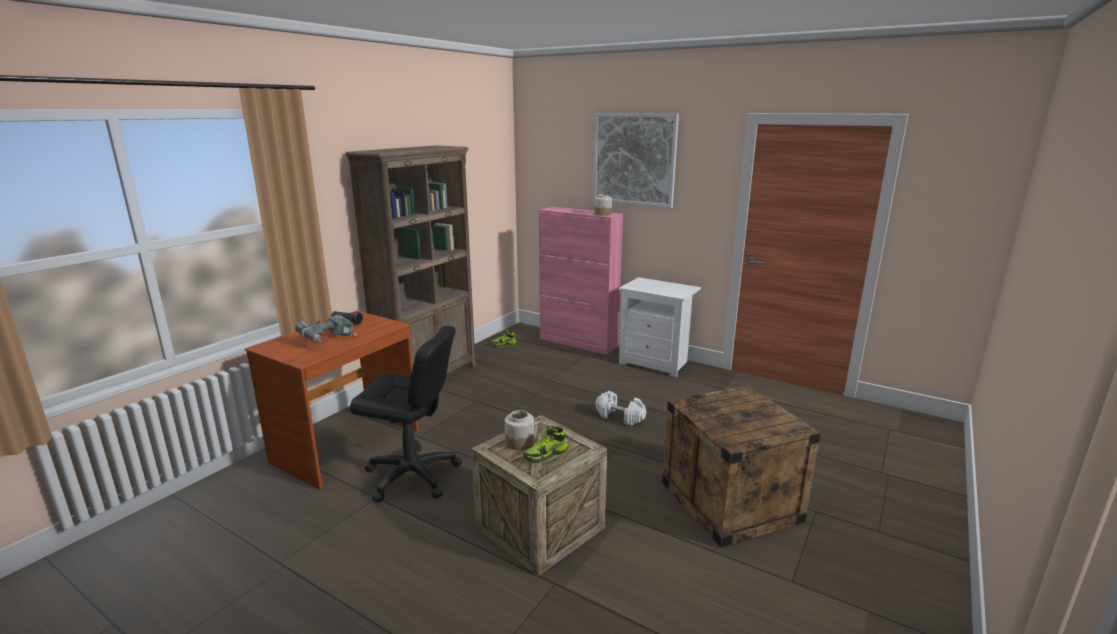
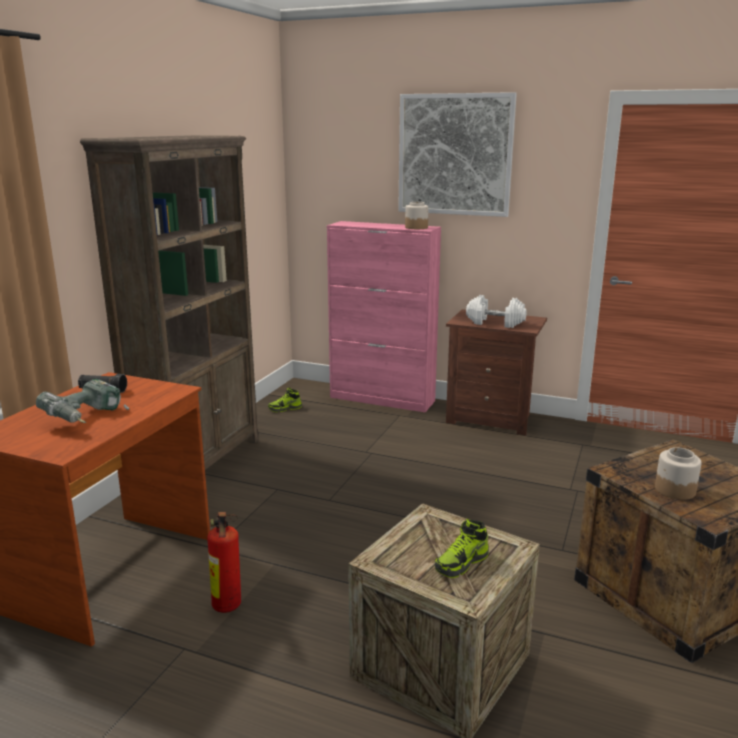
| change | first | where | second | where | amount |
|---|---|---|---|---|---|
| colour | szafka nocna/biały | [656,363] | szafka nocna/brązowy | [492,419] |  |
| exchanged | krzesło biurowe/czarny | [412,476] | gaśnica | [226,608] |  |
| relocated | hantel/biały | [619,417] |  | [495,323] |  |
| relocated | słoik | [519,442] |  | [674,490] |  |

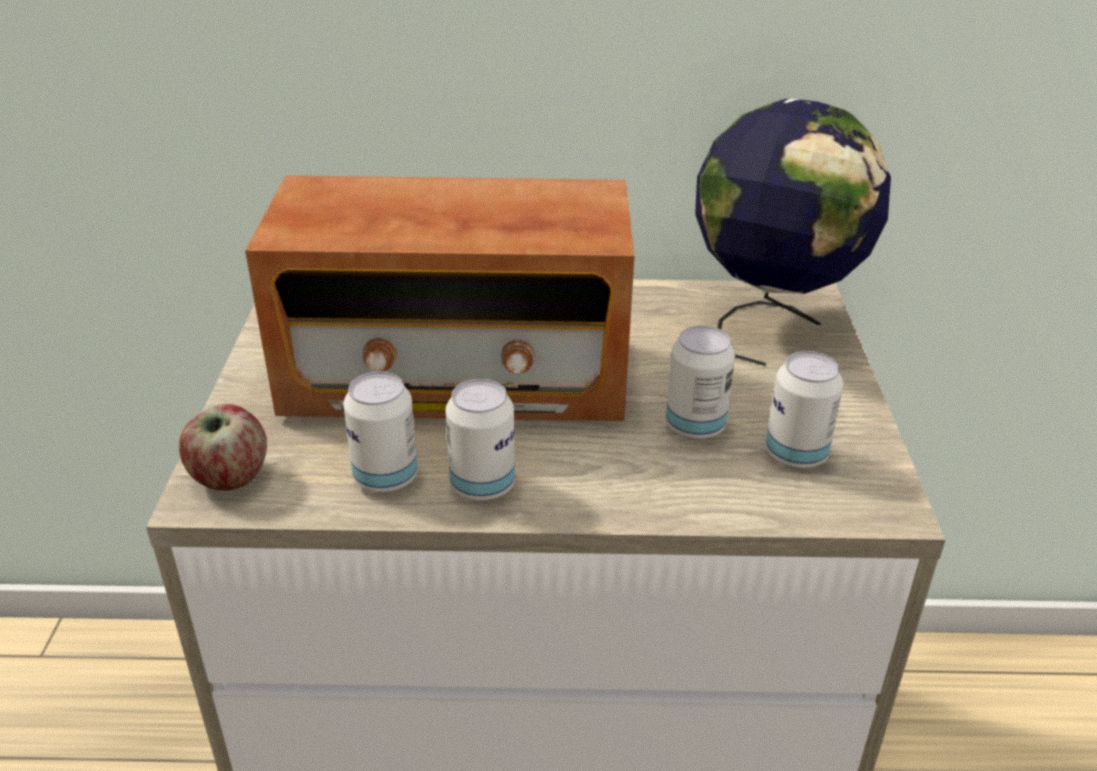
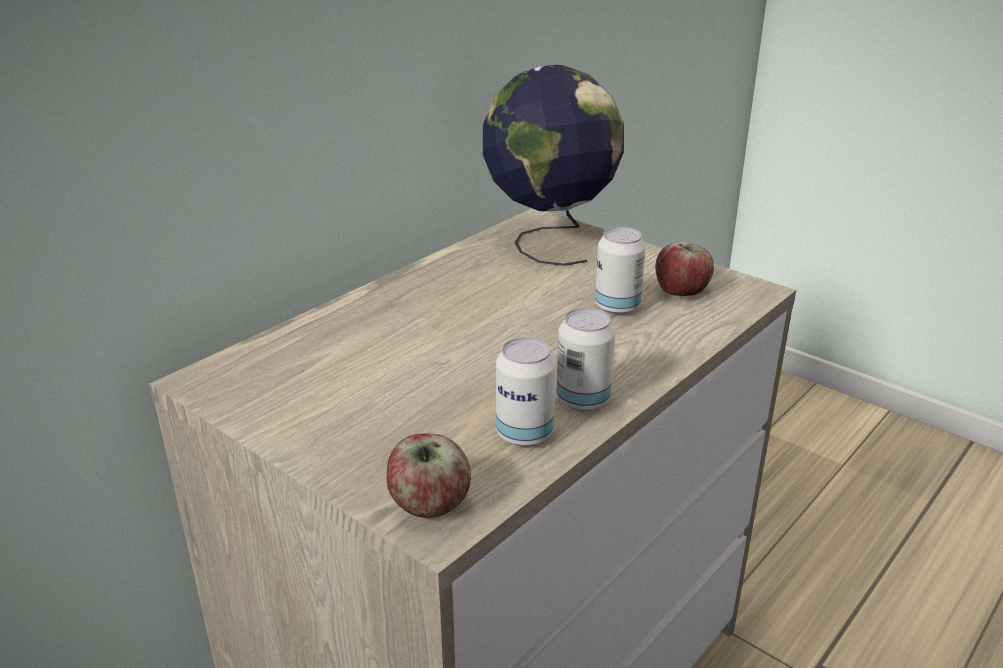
| change | first | where | second | where | amount |
|---|---|---|---|---|---|
| missing | radio | [456,380] |  |  |  |
| exchanged | puszka | [795,455] | jabłko | [682,292] |  |

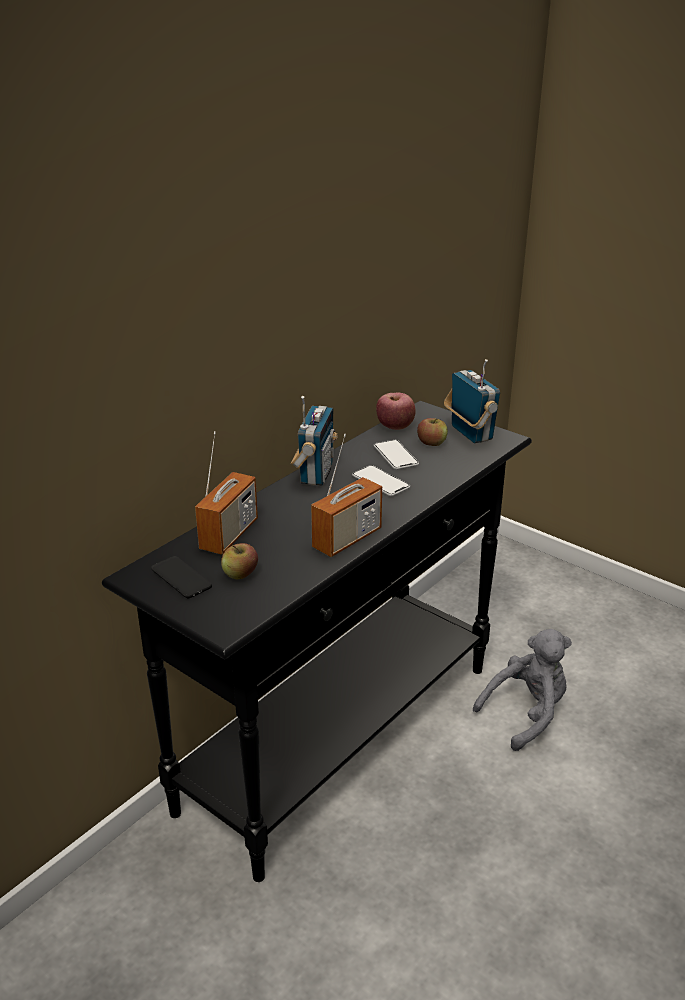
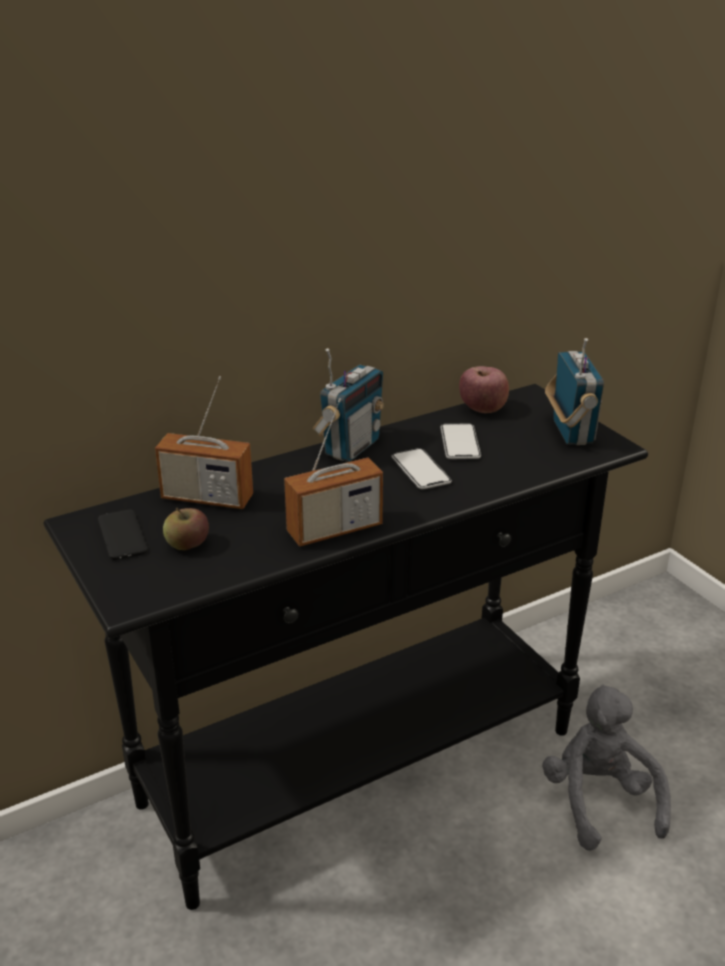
| change | first | where | second | where | amount |
|---|---|---|---|---|---|
| missing | jabłko | [431,442] |  |  |  |
| spun | radio | [229,535] |  | [207,498] | 60 degrees clockwise |
| spun | pluszak/szary | [526,713] |  | [599,800] | 90 degrees counterclockwise |

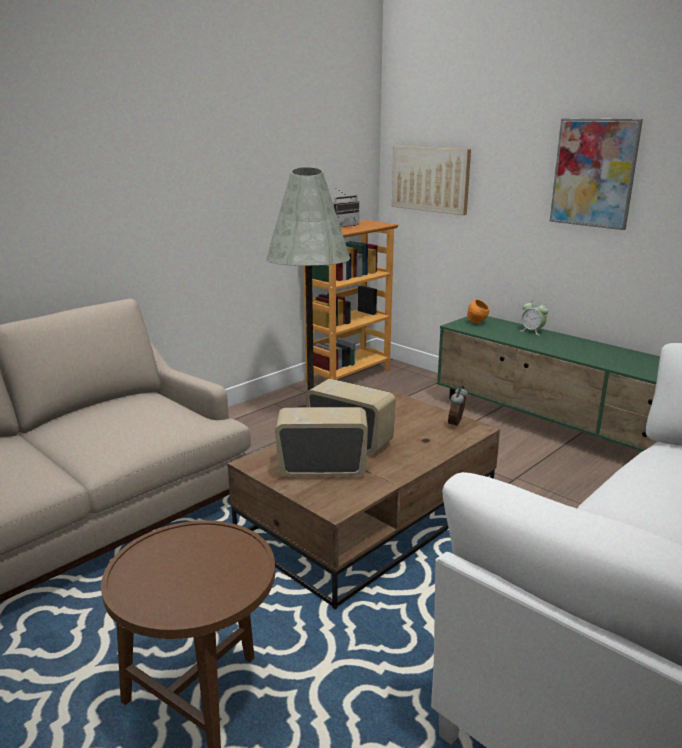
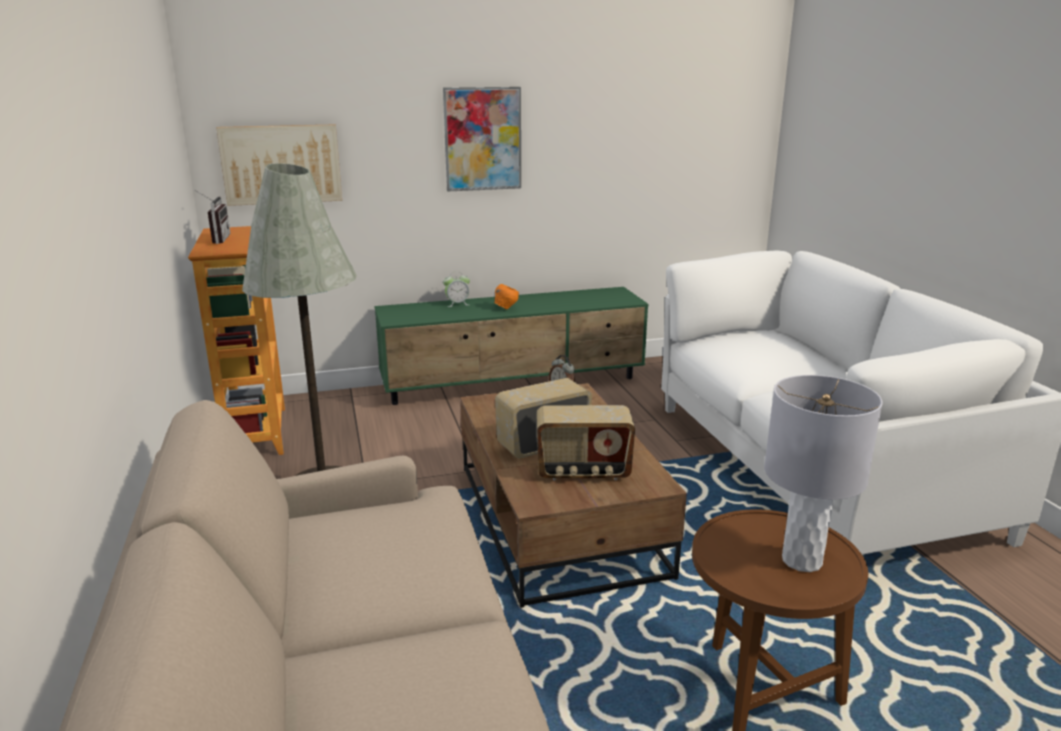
| change | first | where | second | where | amount |
|---|---|---|---|---|---|
| relocated | miska/pomarańczowy | [477,323] |  | [506,308] |  |
| spun | radio | [322,468] |  | [583,472] | 120 degrees counterclockwise |
| appeared |  |  | lampa stołowa/szary | [802,560] |  |

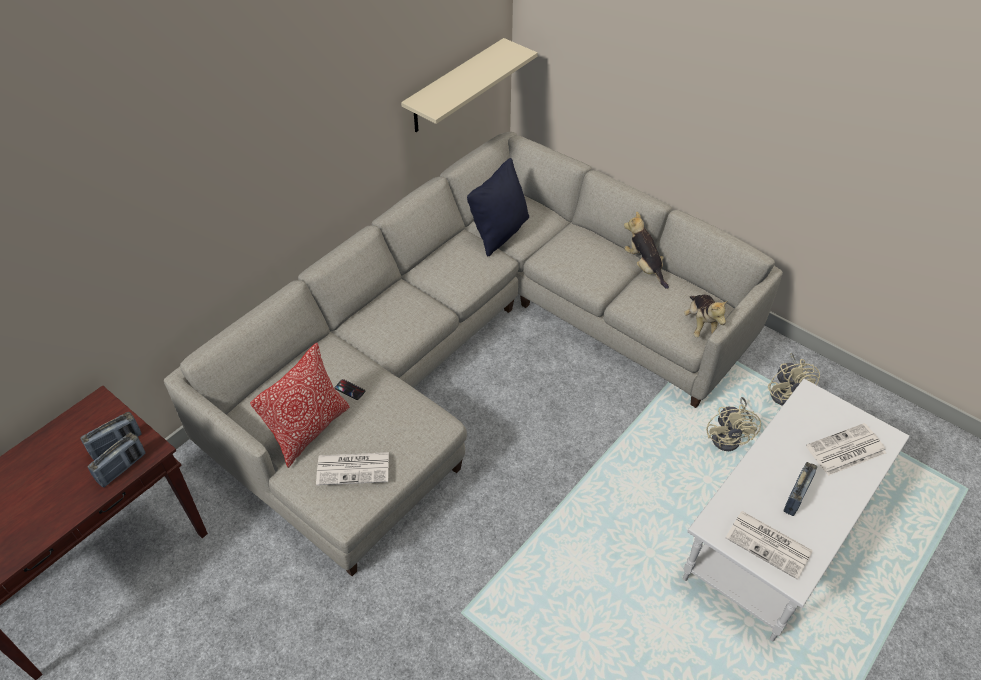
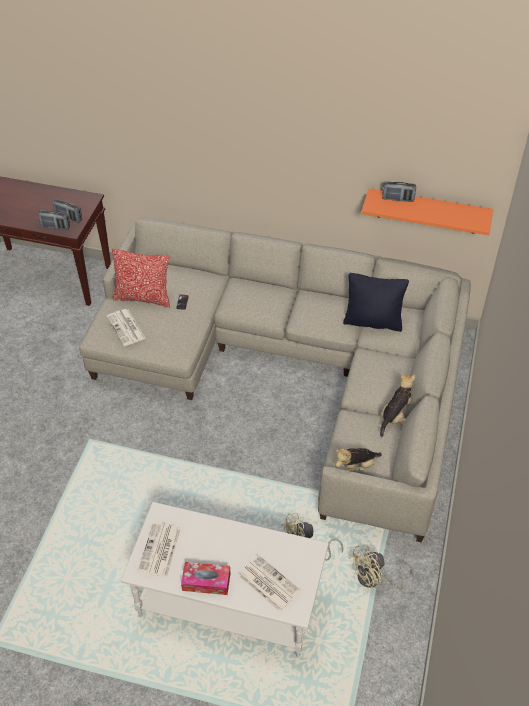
| change | first | where | second | where | amount |
|---|---|---|---|---|---|
| colour | półka/beżowy | [455,86] | półka/pomarańczowy | [427,211] |  |
| relocated | radio | [796,496] |  | [398,199] |  |
| appeared |  |  | pudełko chusteczek | [206,582] |  |

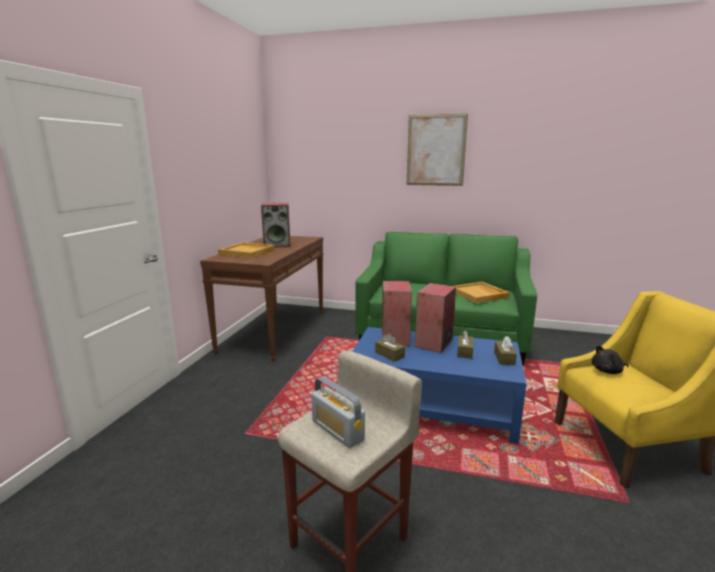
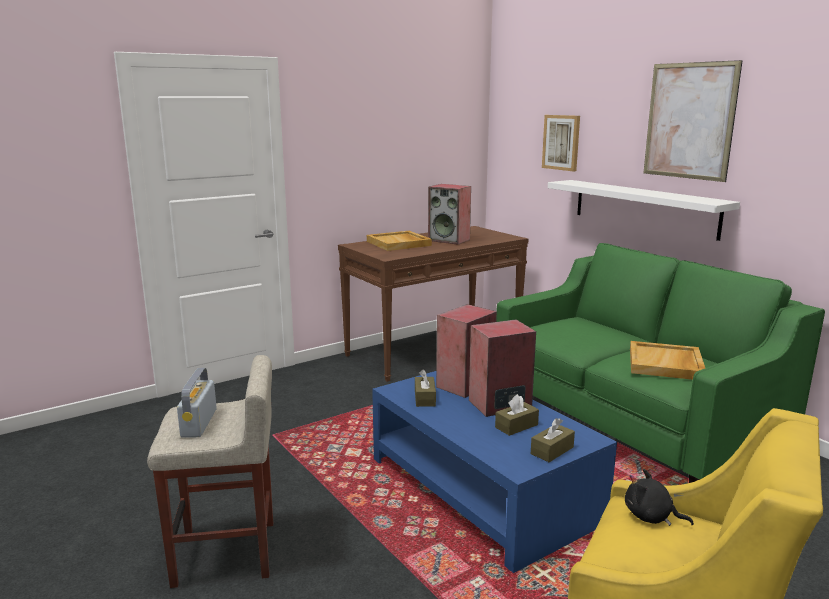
| change | first | where | second | where | amount |
|---|---|---|---|---|---|
| appeared |  |  | obraz | [561,142] |  |
| appeared |  |  | półka/biały | [643,208] |  |

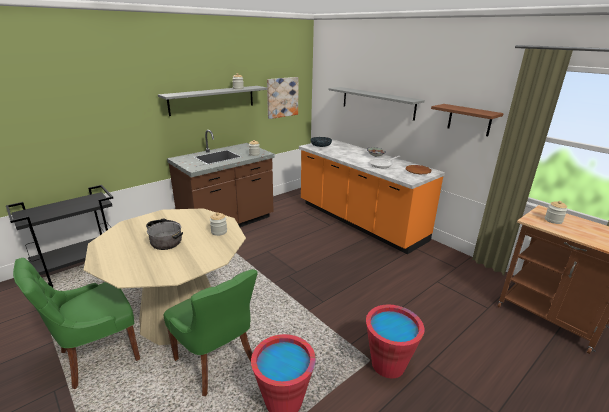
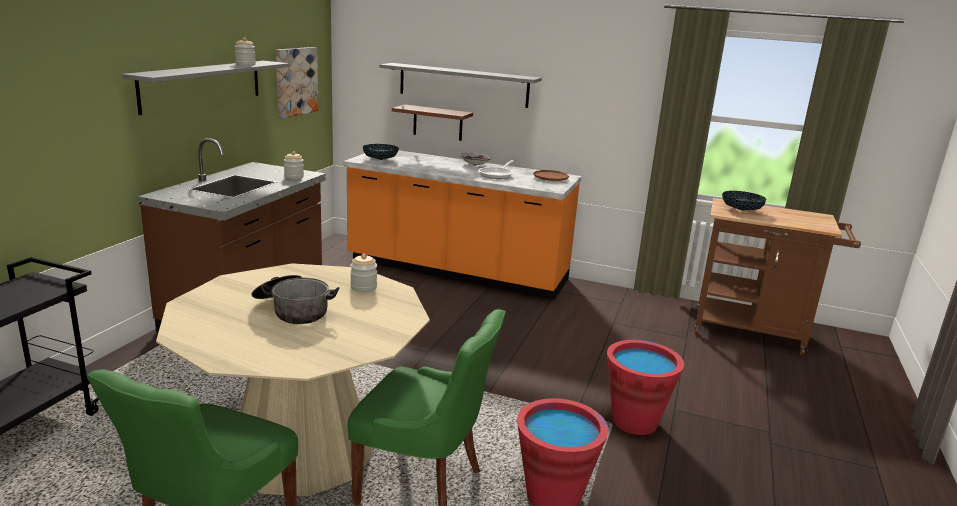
| change | first | where | second | where | amount |
|---|---|---|---|---|---|
| relocated | półka/brązowy | [469,120] |  | [438,123] |  |
| exchanged | słoik | [553,220] | miska | [741,210] |  |

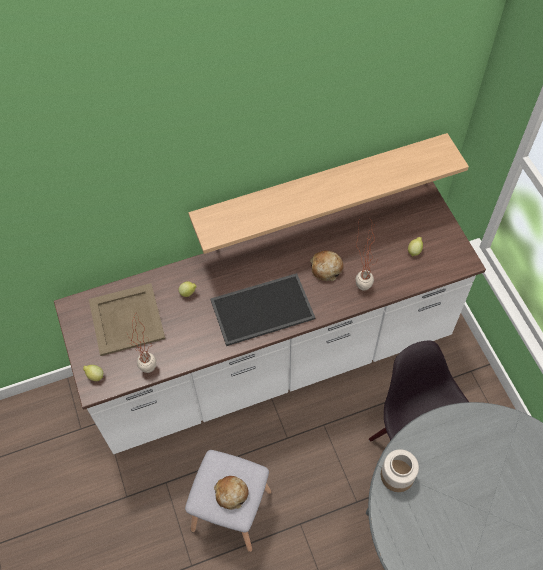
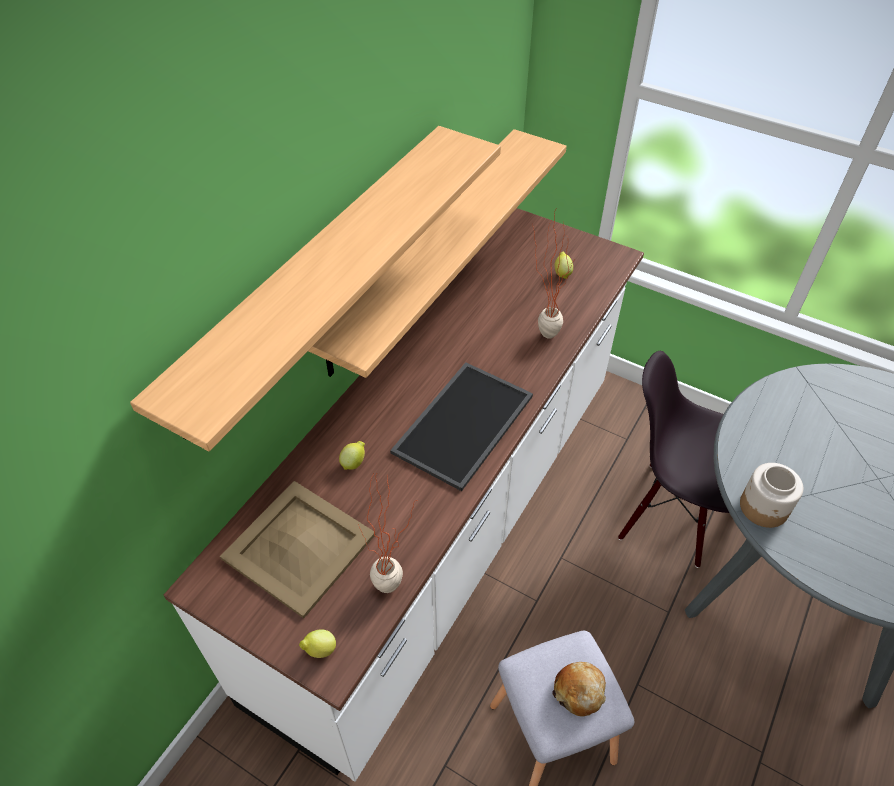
| change | first | where | second | where | amount |
|---|---|---|---|---|---|
| missing | chleb | [326,268] |  |  |  |
| appeared |  |  | półka | [316,272] |  |

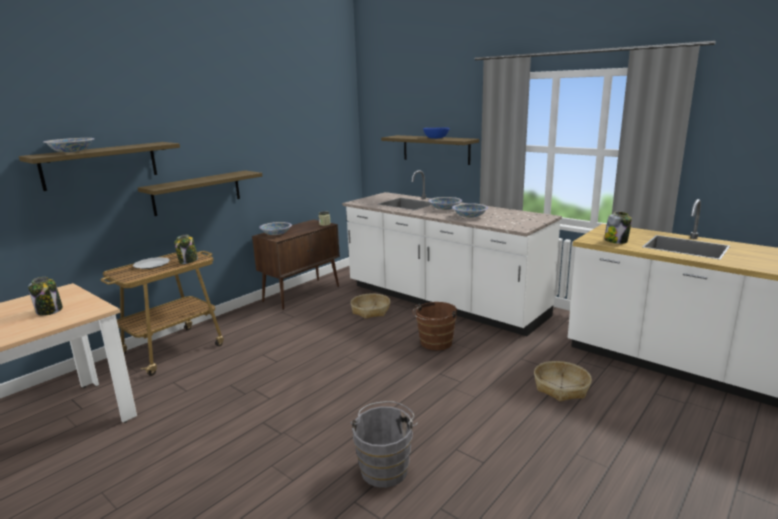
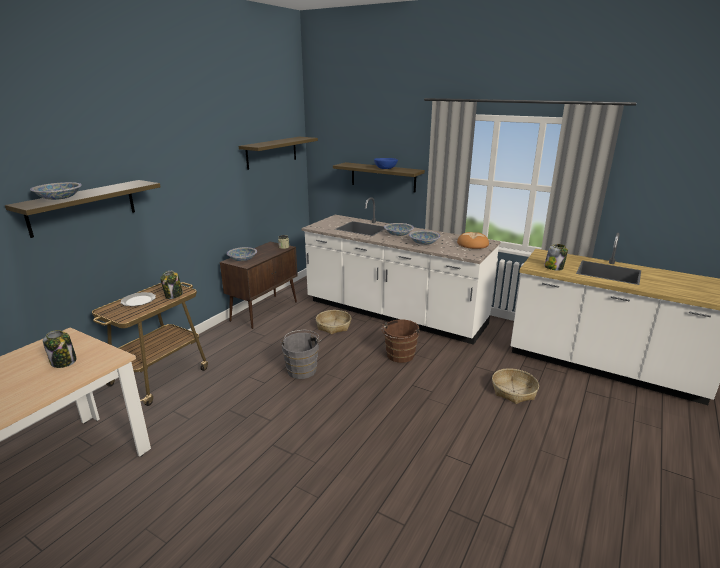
| change | first | where | second | where | amount |
|---|---|---|---|---|---|
| relocated | półka | [197,192] |  | [272,152] |  |
| relocated | wiadro/szary | [385,467] |  | [302,369] |  |
| appeared |  |  | chleb | [473,244] |  |

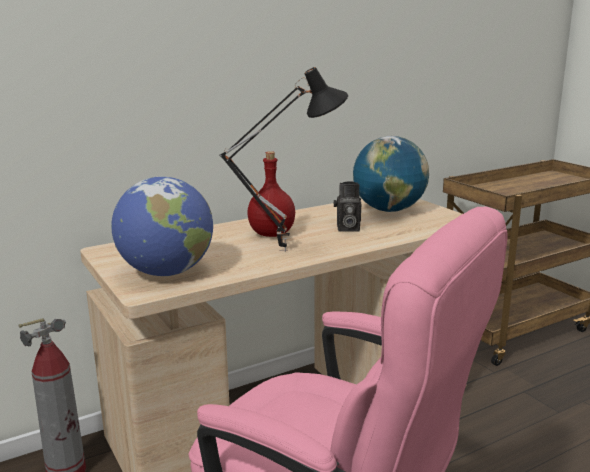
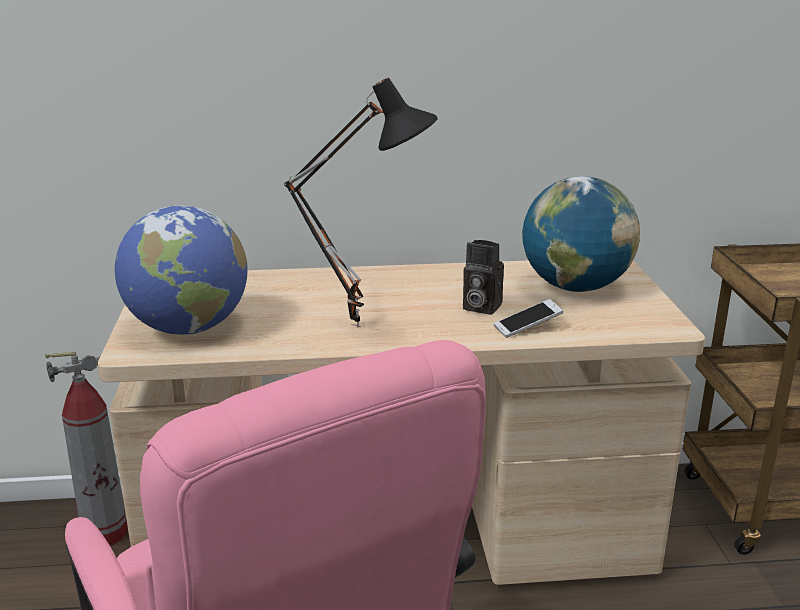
| change | first | where | second | where | amount |
|---|---|---|---|---|---|
| missing | butelka/czerwony | [272,234] |  |  |  |
| appeared |  |  | telefon | [527,327] |  |

